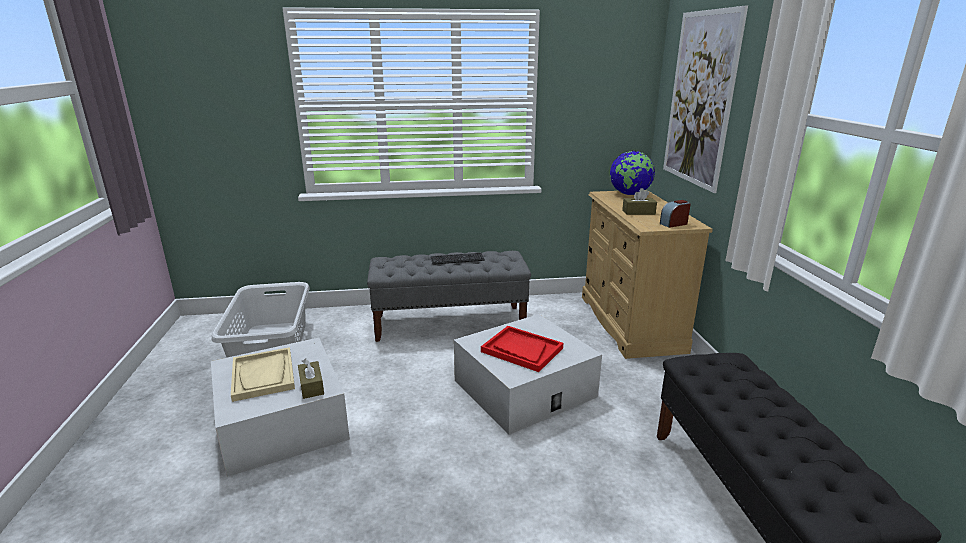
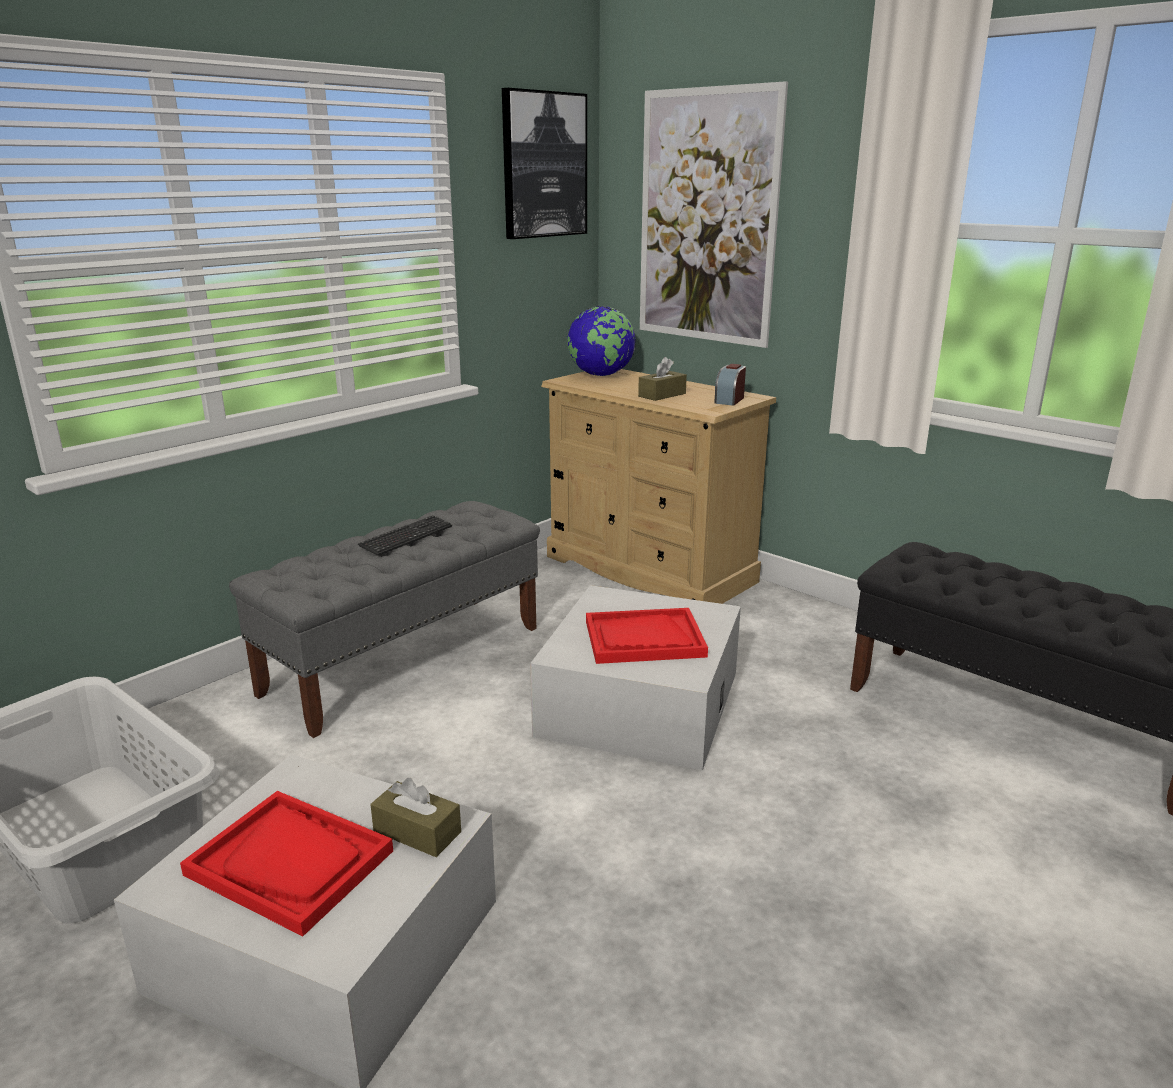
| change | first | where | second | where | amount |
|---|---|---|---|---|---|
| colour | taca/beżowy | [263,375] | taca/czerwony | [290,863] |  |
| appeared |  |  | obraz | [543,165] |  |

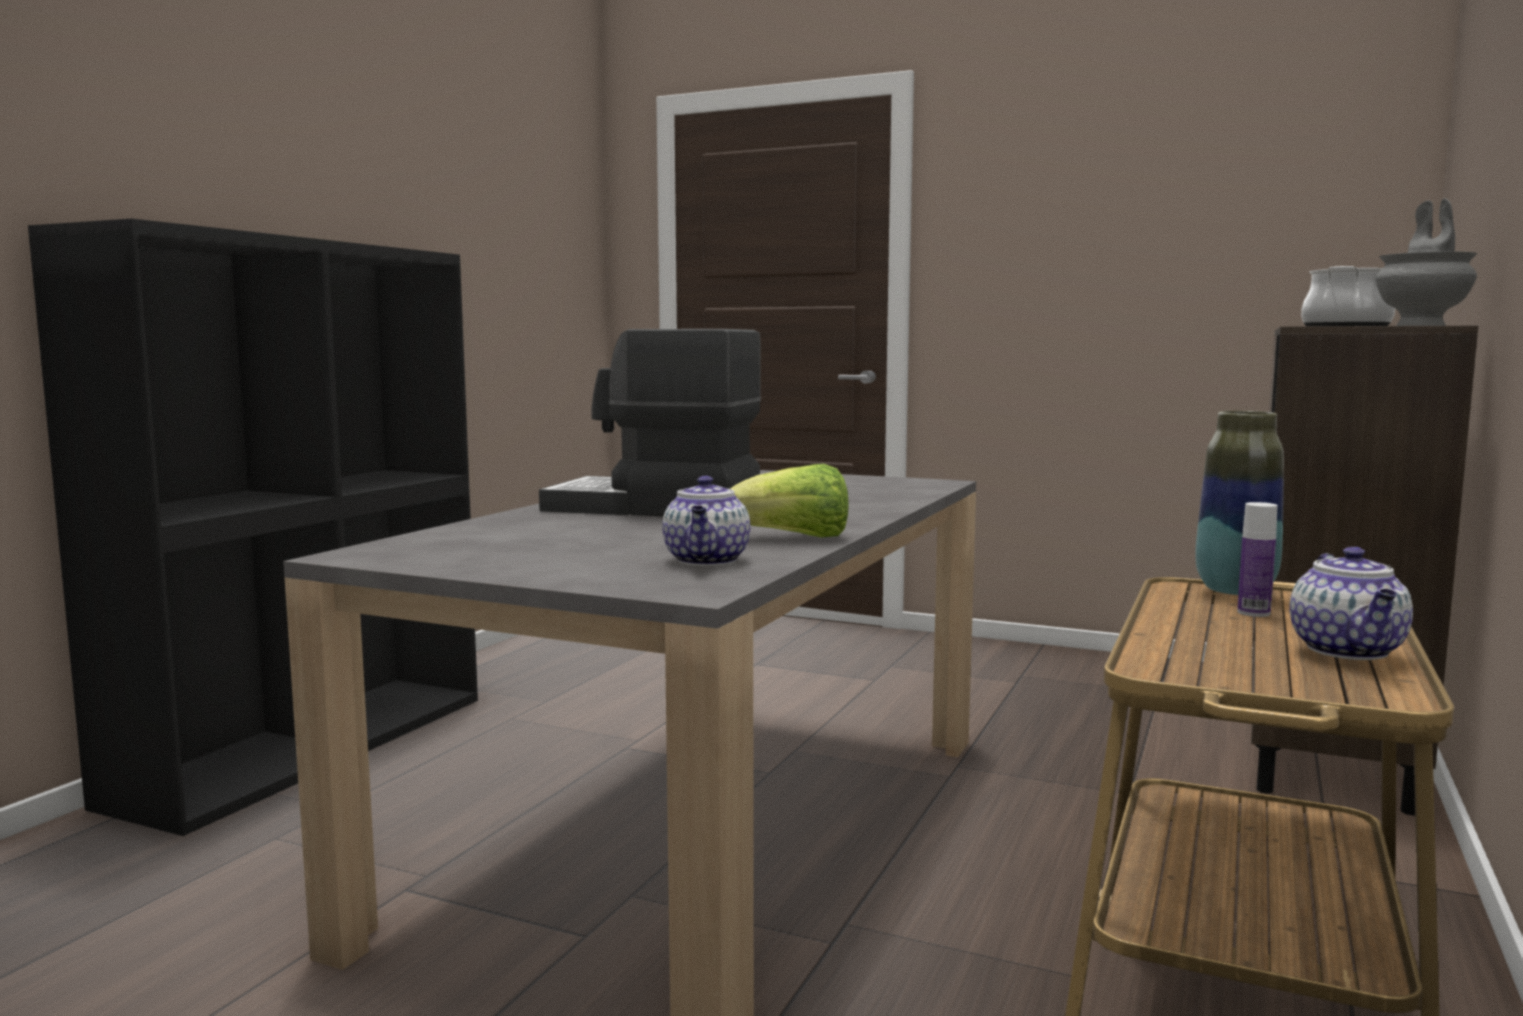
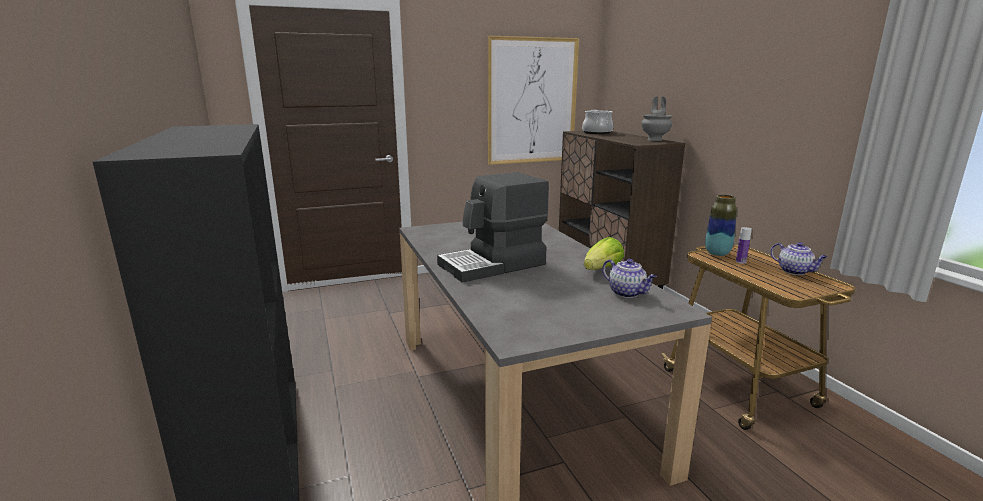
| change | first | where | second | where | amount |
|---|---|---|---|---|---|
| appeared |  |  | obraz | [532,101] |  |

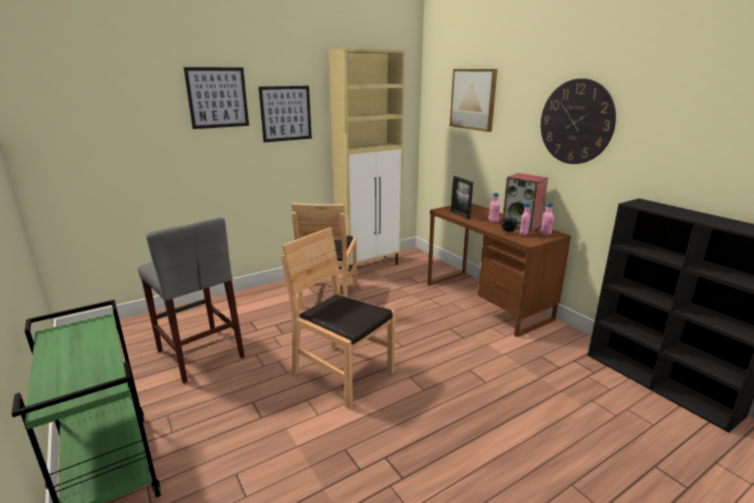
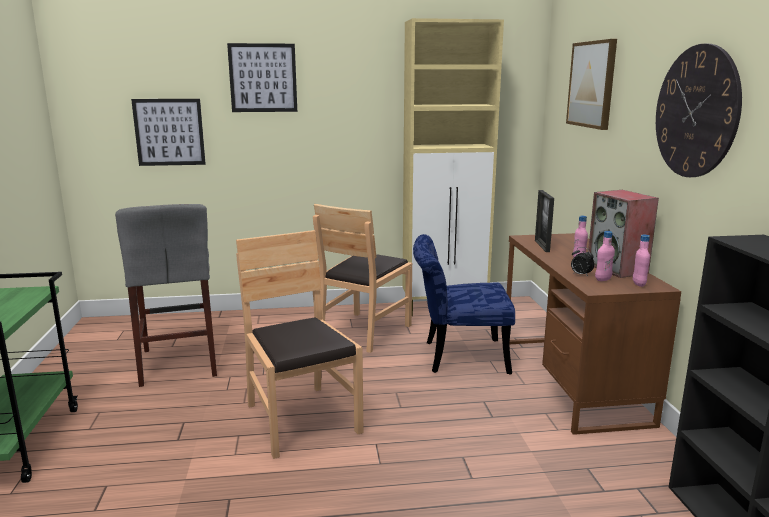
| change | first | where | second | where | amount |
|---|---|---|---|---|---|
| relocated | obraz | [286,113] |  | [169,132] |  |
| appeared |  |  | krzesło/niebieski | [457,357] |  |

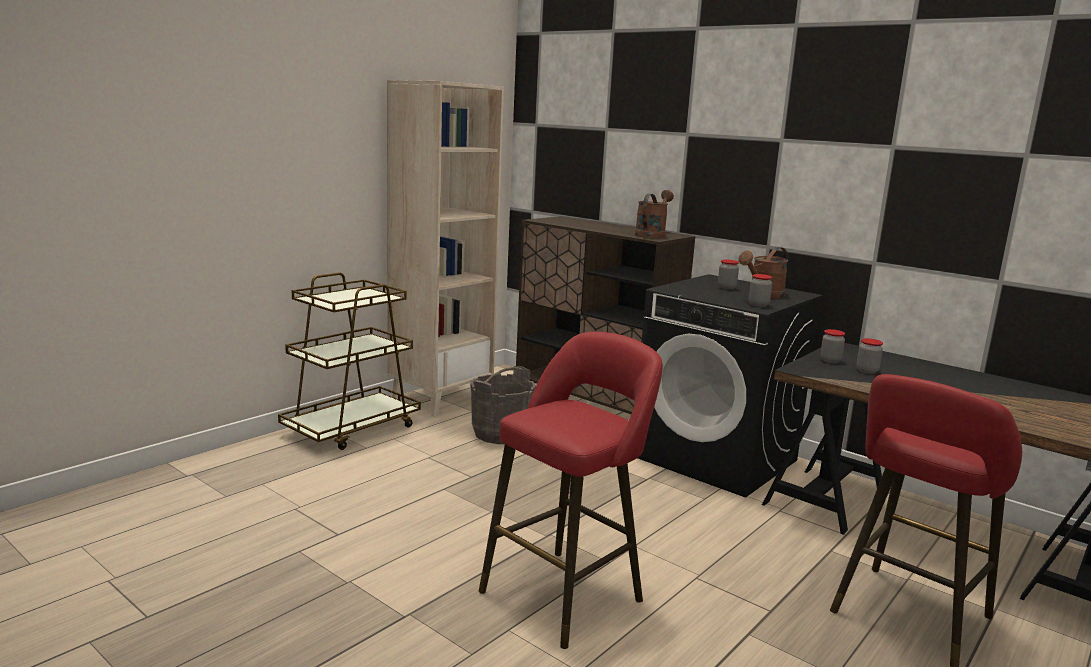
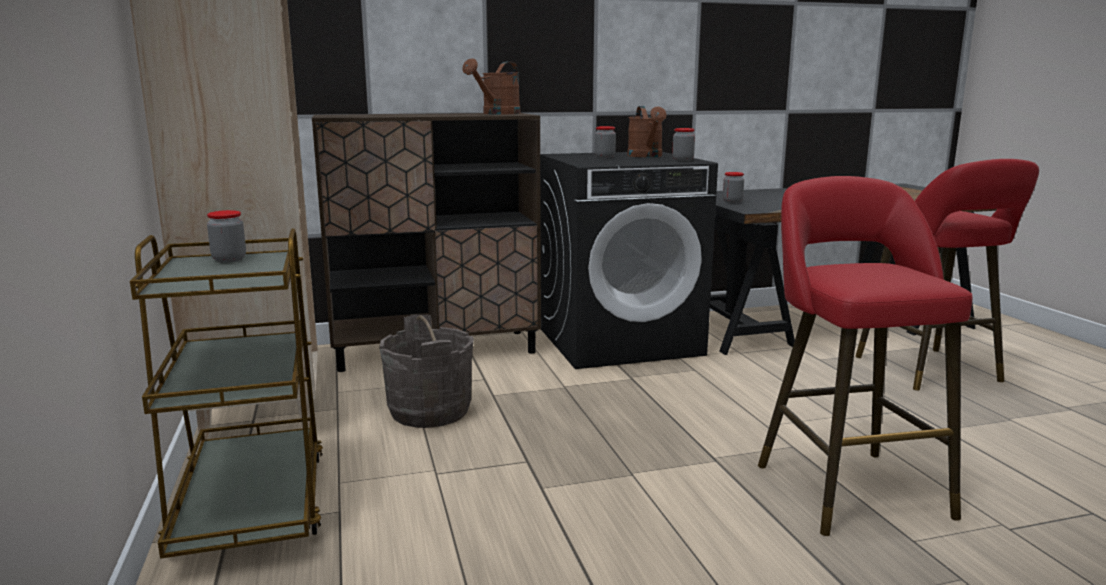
| change | first | where | second | where | amount |
|---|---|---|---|---|---|
| spun | konewka/brązowy | [652,235] |  | [497,114] | 120 degrees counterclockwise |
| relocated | słoik | [867,371] |  | [229,259] |  |

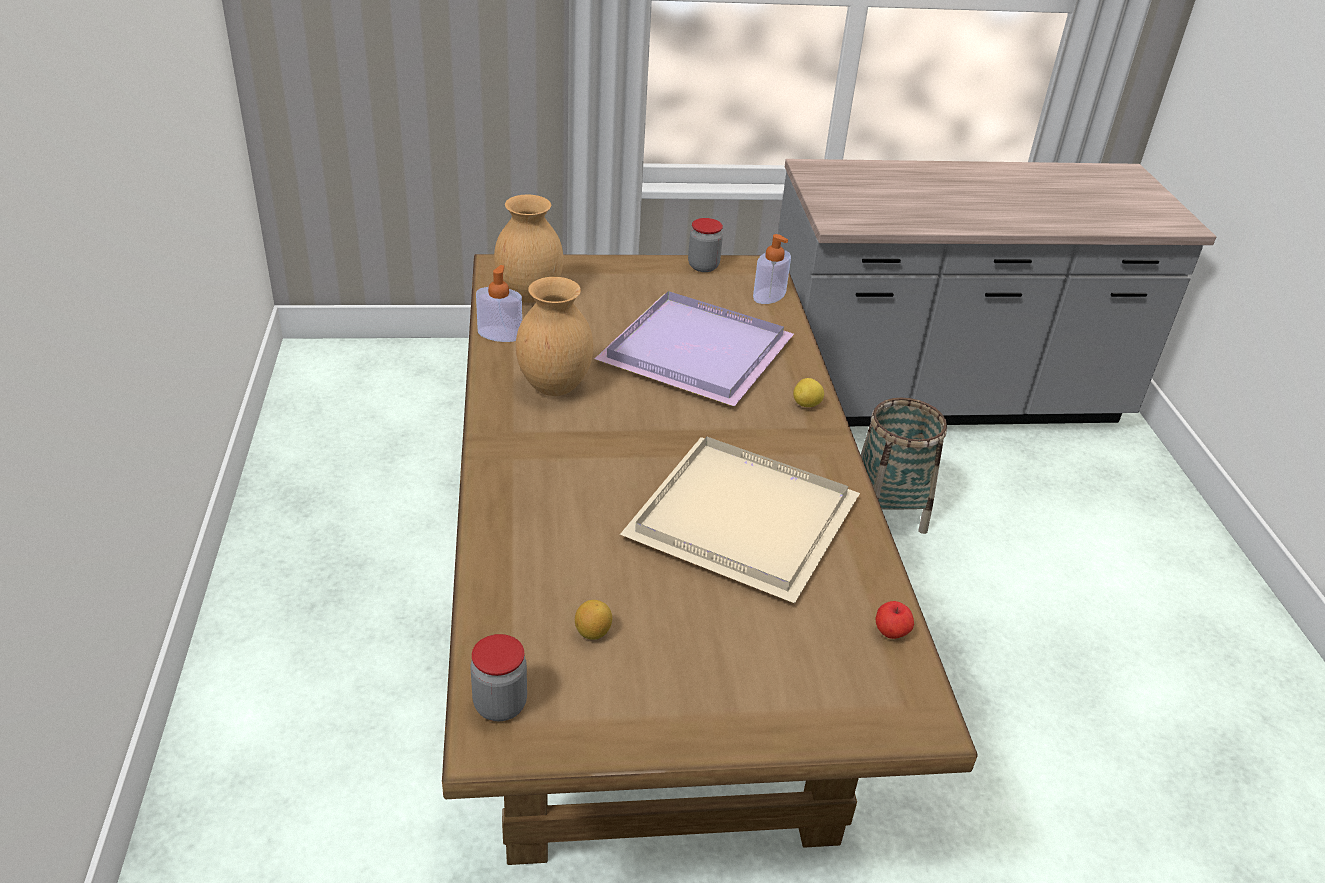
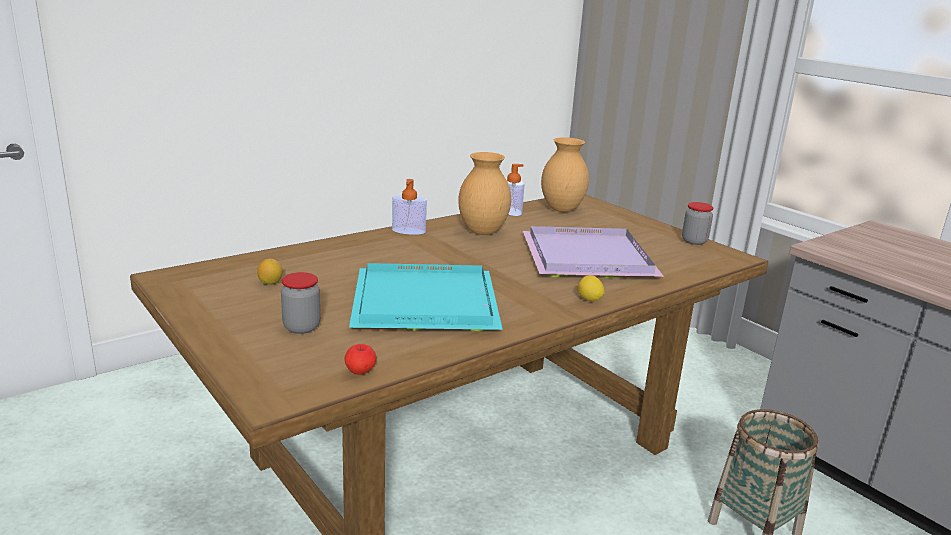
| change | first | where | second | where | amount |
|---|---|---|---|---|---|
| relocated | dozownik mydła | [769,295] |  | [408,231] |  |
| colour | taca/beżowy | [747,519] | taca/turkusowy | [428,304] |  |
| relocated | słoik | [500,705] |  | [301,327] |  |

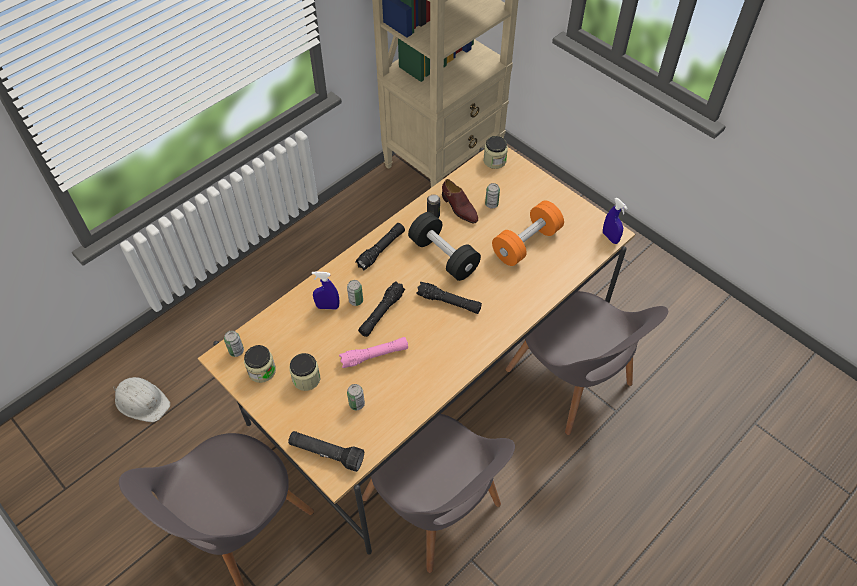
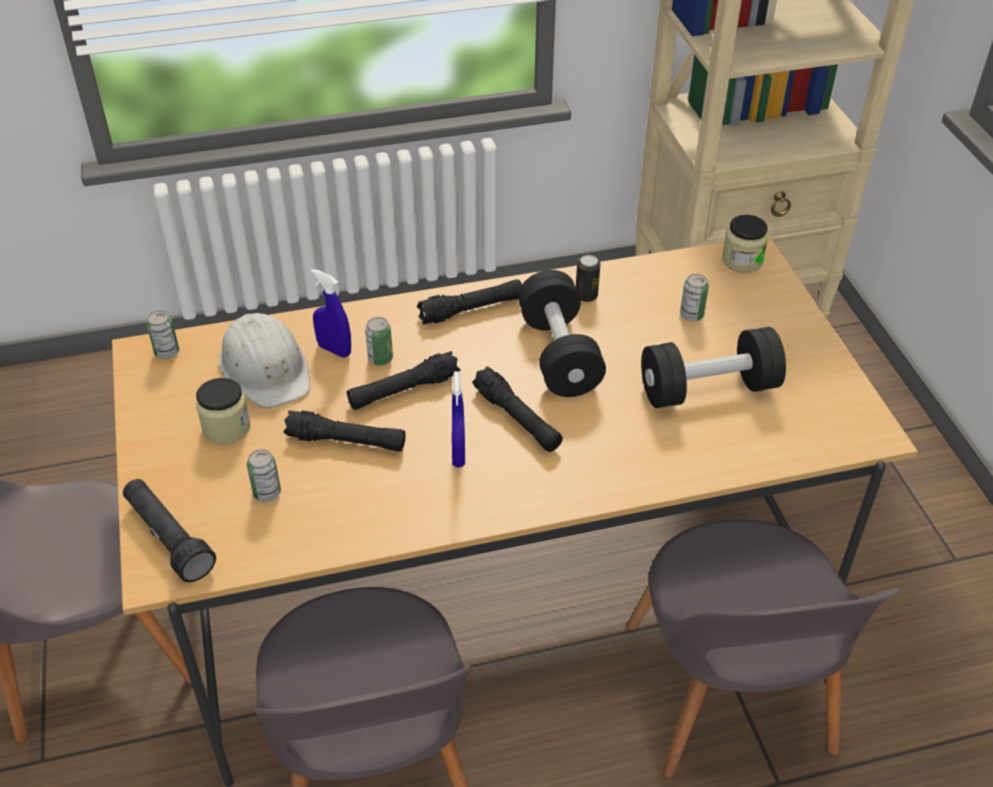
| change | first | where | second | where | amount |
|---|---|---|---|---|---|
| missing | but/brązowy | [459,208] |  |  |  |
| relocated | spryskiwacz/niebieski | [610,237] |  | [458,454] |  |
| colour | hantel/pomarańczowy | [526,243] | hantel/czarny | [708,389] |  |
| colour | latarka/różowy | [374,355] | latarka/czarny | [346,441] |  |
| missing | słoik | [262,371] |  |  |  |
| relocated | kask/biały | [142,401] |  | [266,368] |  |

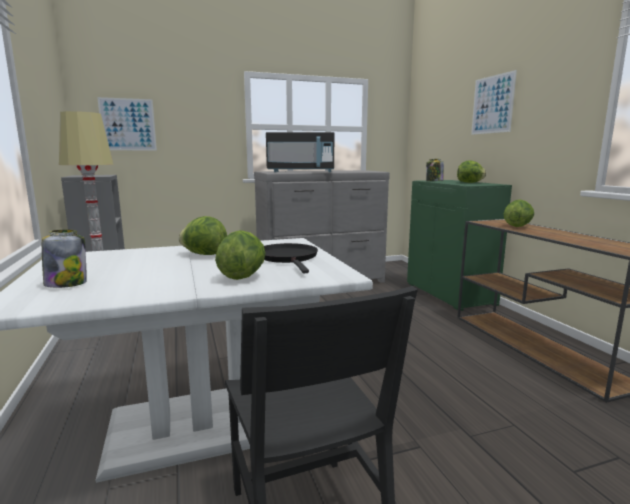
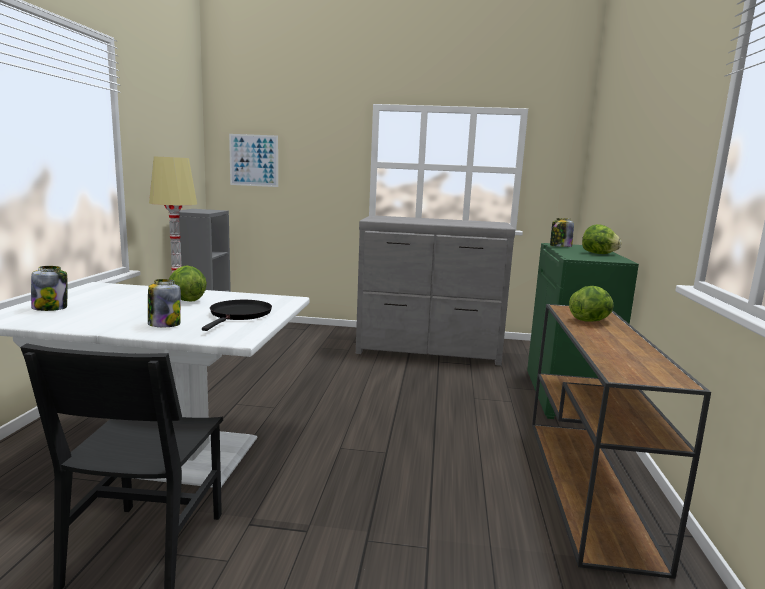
| change | first | where | second | where | amount |
|---|---|---|---|---|---|
| missing | obraz | [492,104] |  |  |  |
| missing | mikrofalówka/czarny | [301,172] |  |  |  |
| exchanged | sałata | [242,276] | słoik | [164,324] |  |

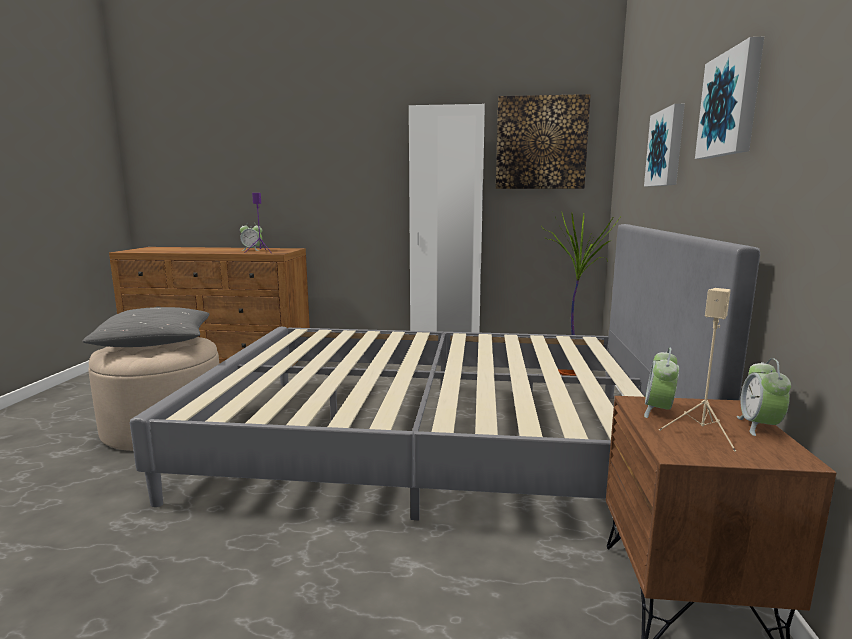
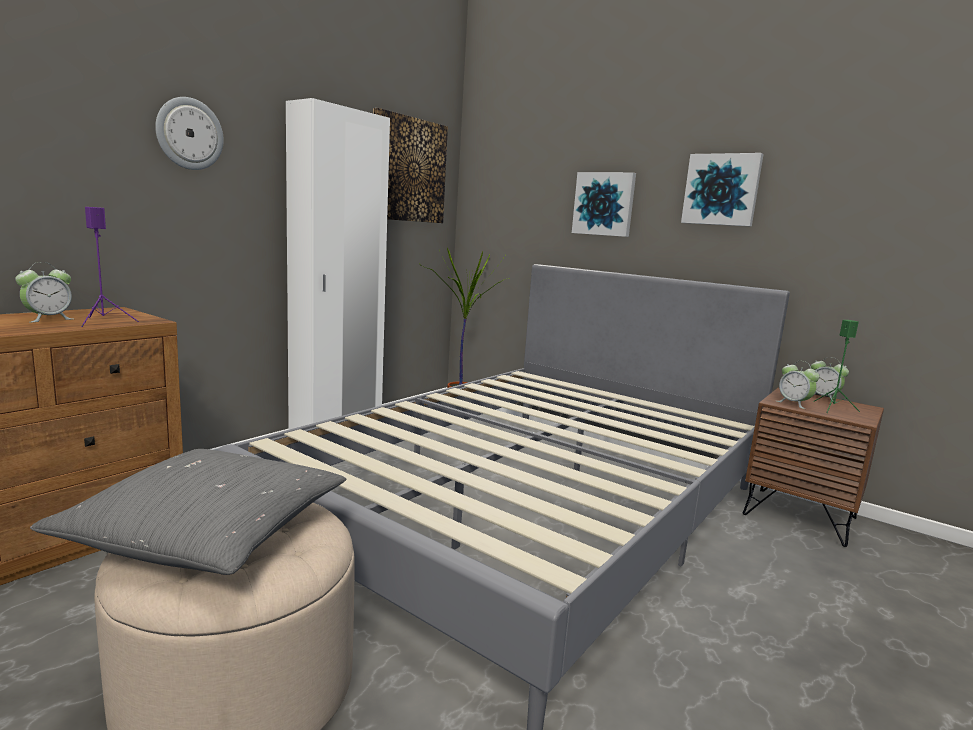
| change | first | where | second | where | amount |
|---|---|---|---|---|---|
| colour | głośnik/beżowy | [702,434] | głośnik/zielony | [833,408] |  |
| appeared |  |  | zegar ścienny | [189,134] |  |

